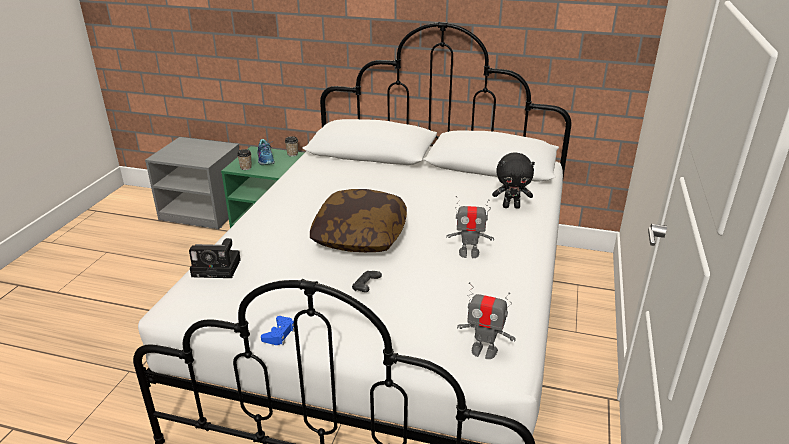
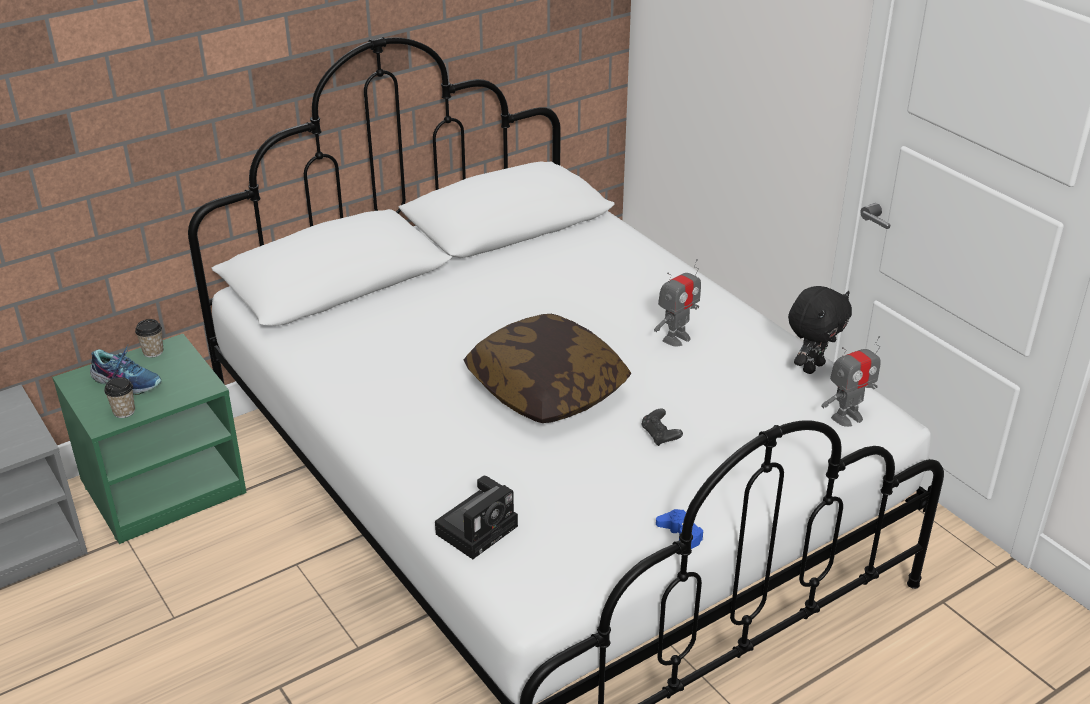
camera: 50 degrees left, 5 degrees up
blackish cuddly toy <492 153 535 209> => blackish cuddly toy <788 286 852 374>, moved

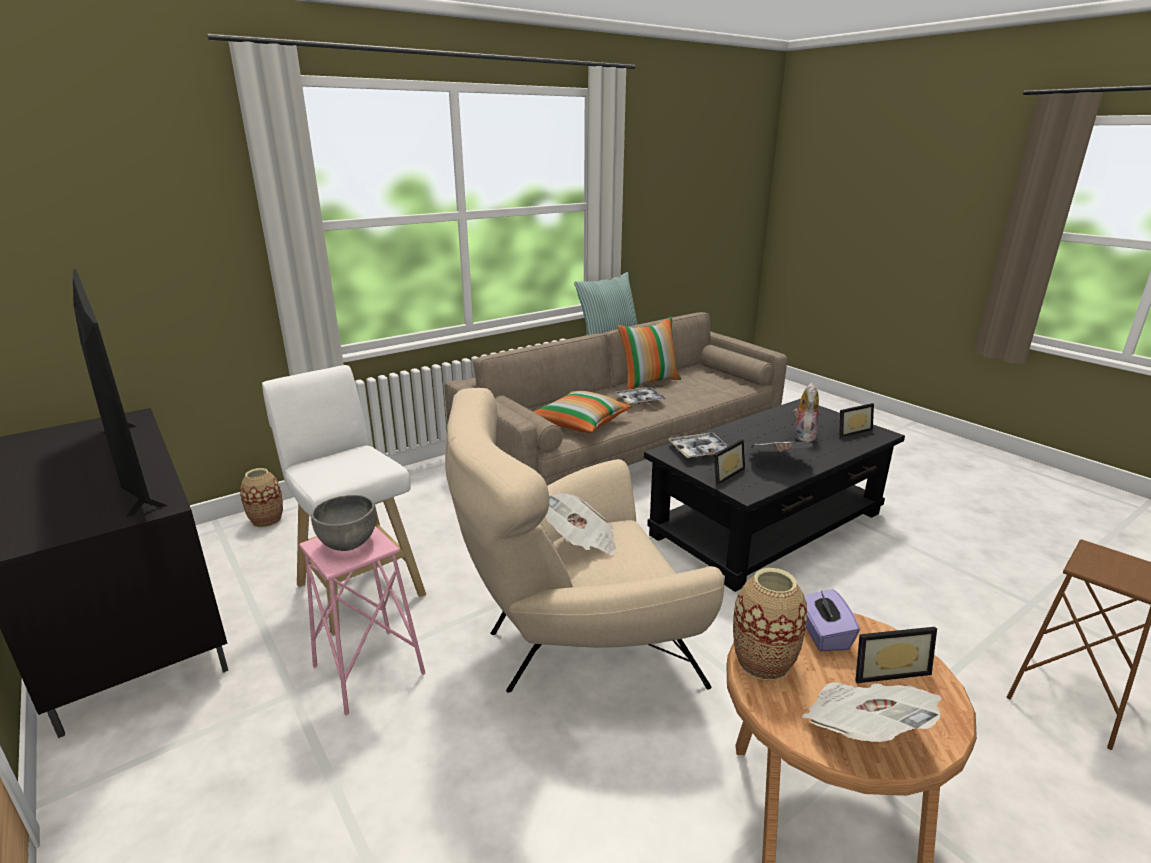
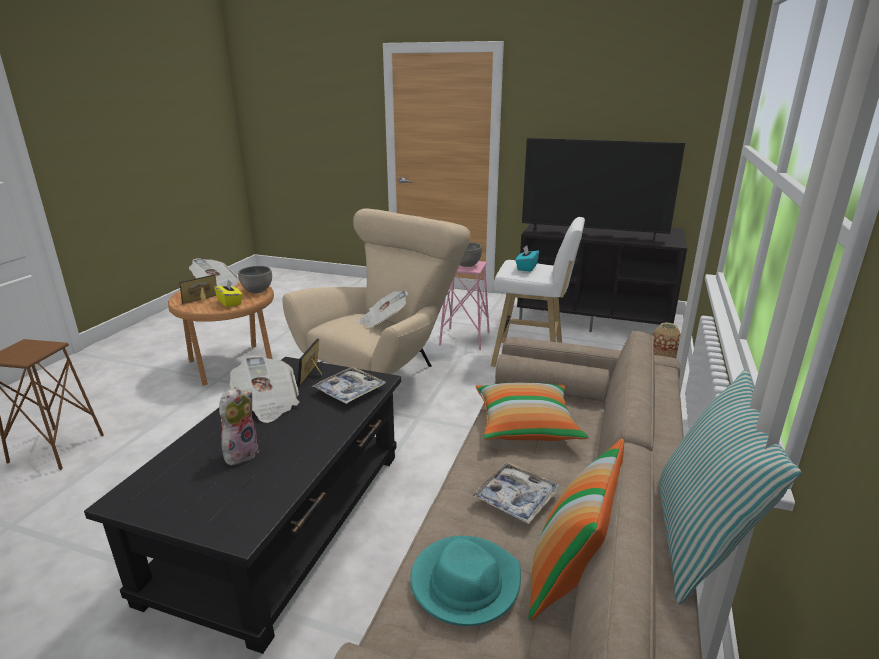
camera: 145 degrees right, 0 degrees up
decorative vase <733 568 807 681> => greyish deep dish <238 266 272 293>
cuddly toy <793 383 819 443> => cuddly toy <219 387 259 465>, 135 degrees counterclockwise
purple box of tissues <804 589 860 651> => yellow box of tissues <214 280 242 308>
picture frame <839 403 874 438> => nothing
nothing => blue-green wearable hat <410 536 521 626>
nothing => blue-green box of tissues <516 245 539 272>

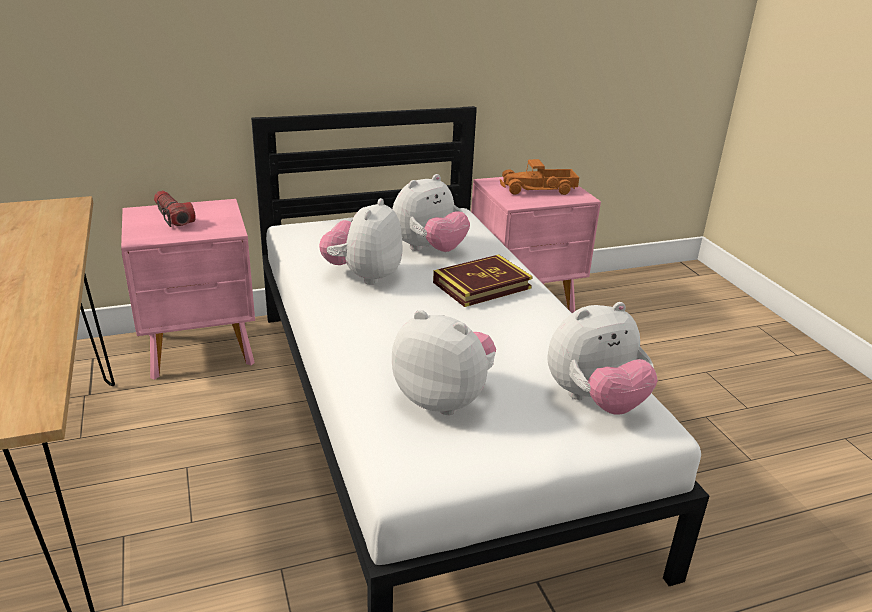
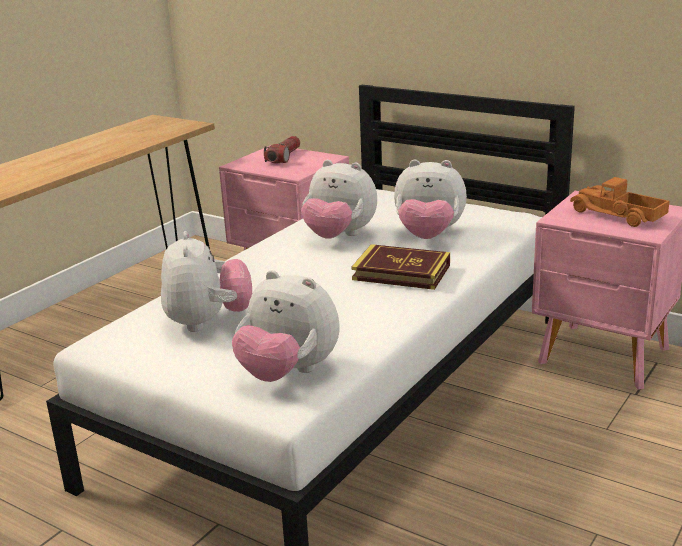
camera: 55 degrees right, 5 degrees down
cuddly toy <319 198 402 285> => cuddly toy <301 160 377 239>, 135 degrees counterclockwise

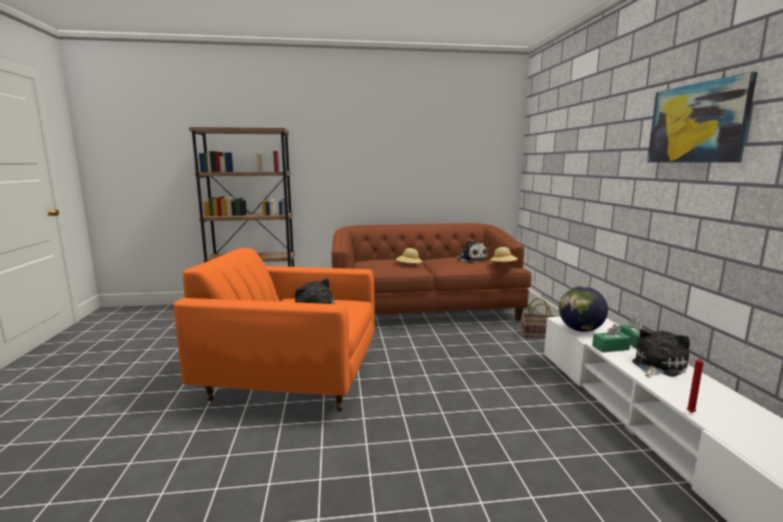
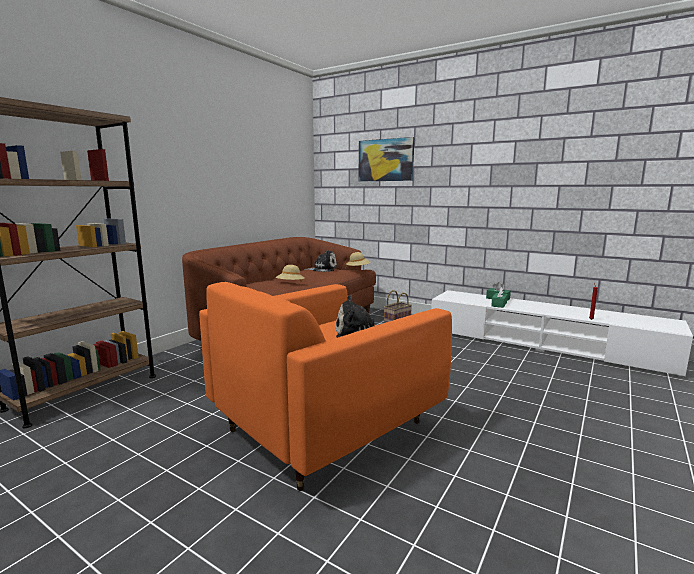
camera: 50 degrees left, 0 degrees up
desk globe <559 286 608 332> => nothing
cuddly toy <632 329 690 378> => nothing
wall picture <647 72 757 162> => wall picture <358 137 414 181>, moved

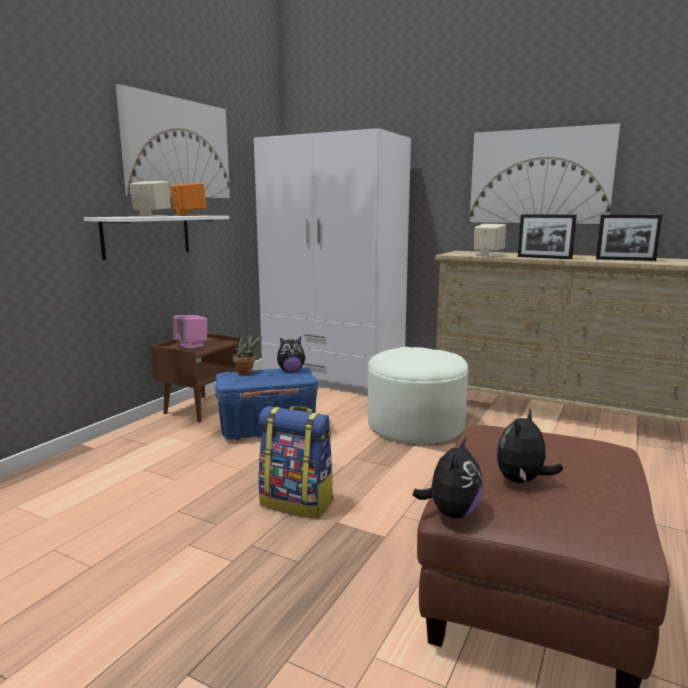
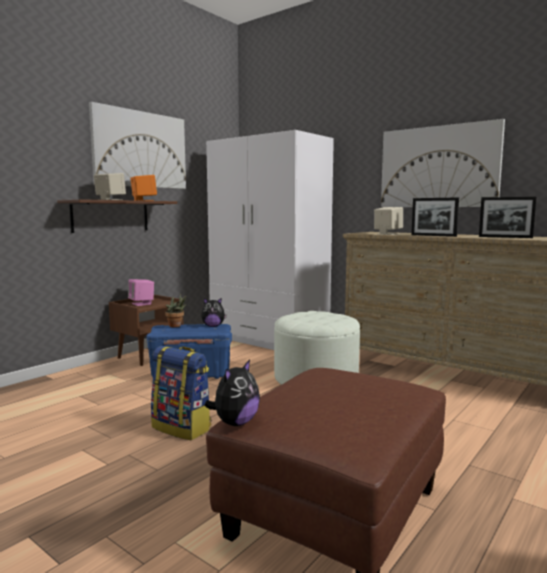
camera: 10 degrees right, 5 degrees down
white shelf <84 216 229 260> => brownish shelf <57 199 177 233>
cuddly toy <496 409 563 483> => nothing

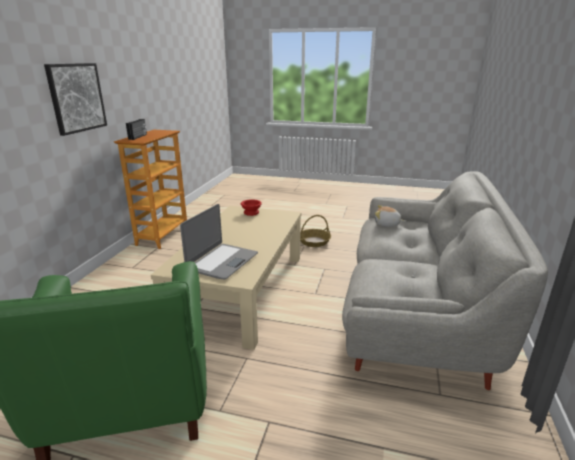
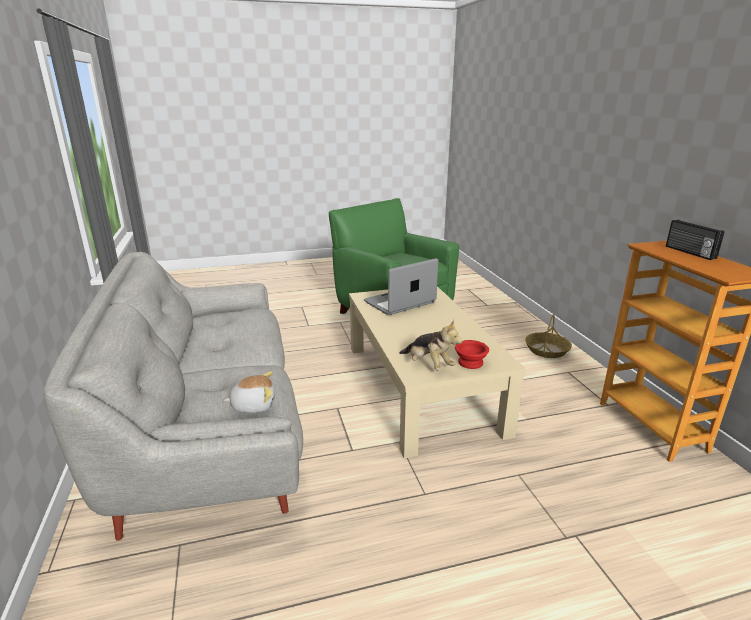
camera: 150 degrees right, 0 degrees up
wall picture <44 63 107 136> => nothing
notebook computer <180 204 258 279> => notebook computer <364 258 438 315>, 60 degrees clockwise
household basket <300 215 331 247> => household basket <525 314 572 358>, moved
nothing => cuddly toy <399 320 463 371>

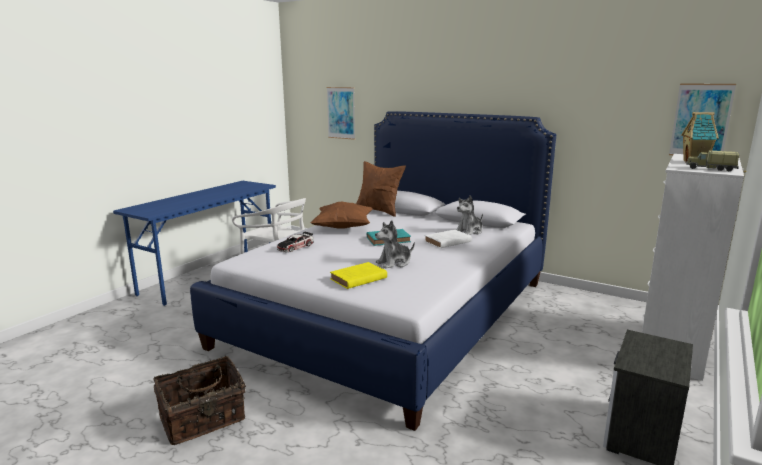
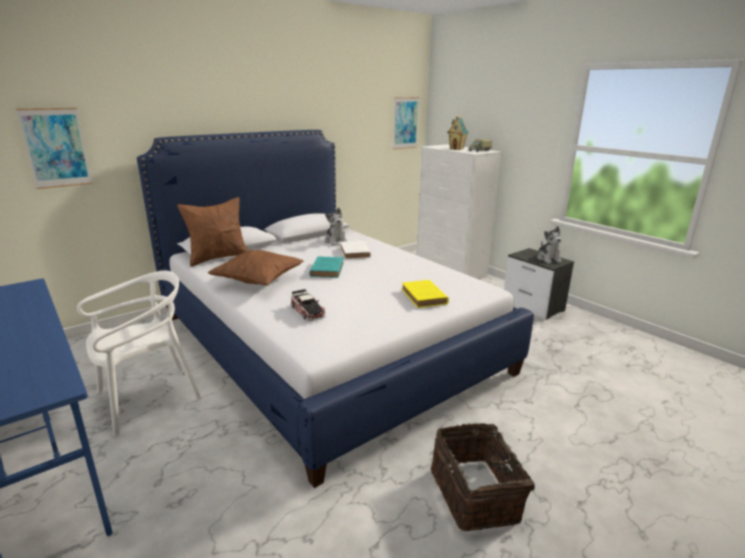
camera: 70 degrees left, 5 degrees up
cuddly toy <375 220 415 269> => cuddly toy <537 226 562 264>, moved

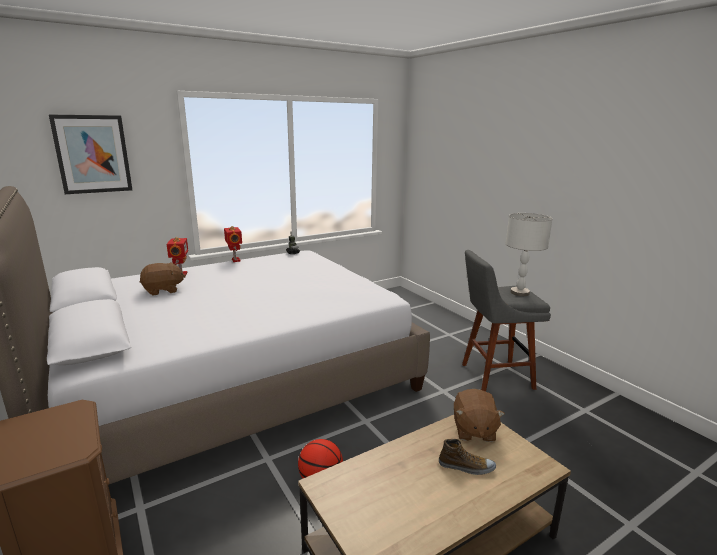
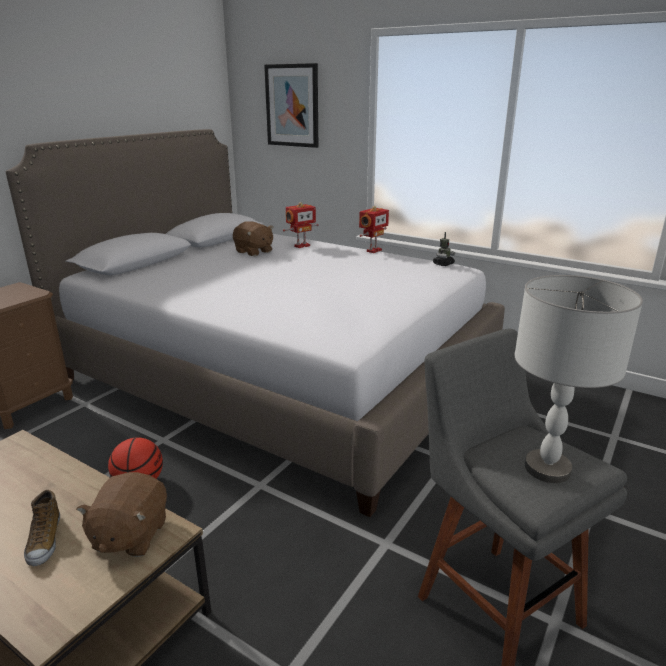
camera: 65 degrees right, 5 degrees up
brownish cuddly toy <454 389 505 442> => brownish cuddly toy <76 472 167 557>, 60 degrees counterclockwise

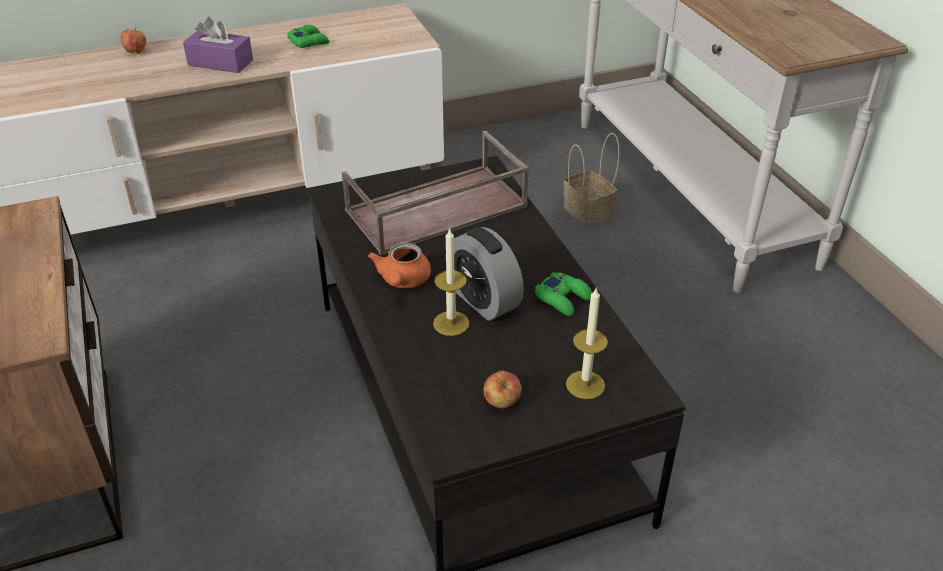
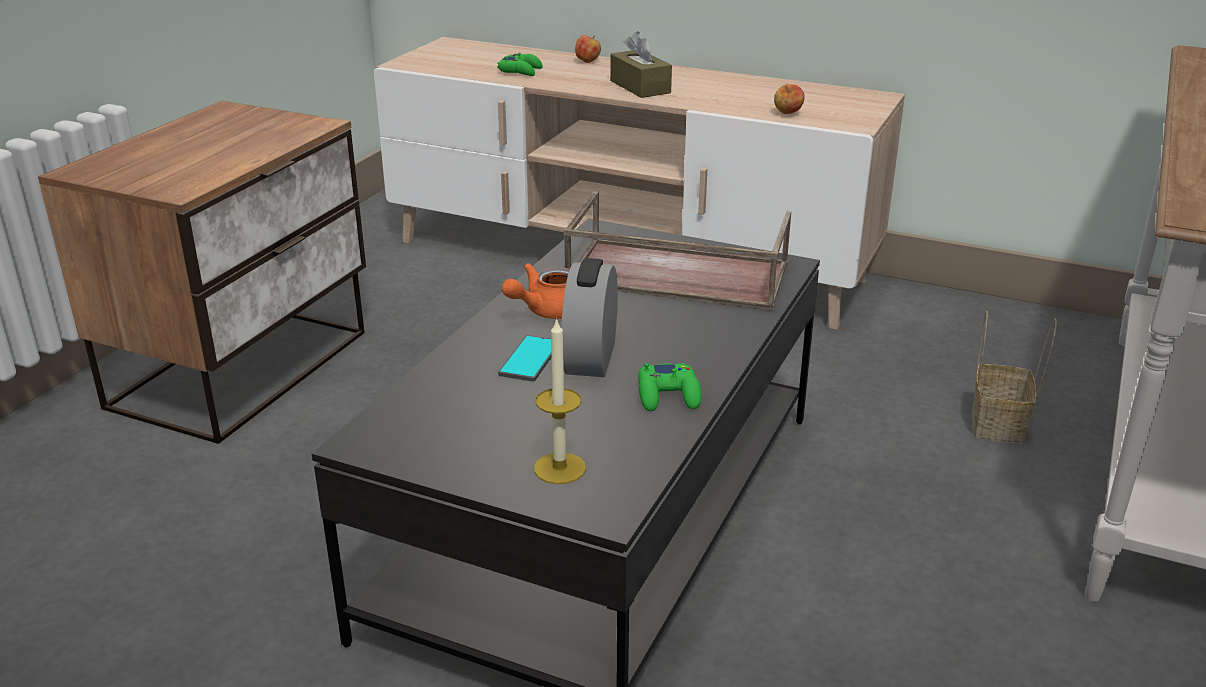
camera: 45 degrees right, 10 degrees down
purple box of tissues <183 16 253 73> => brownish box of tissues <610 31 672 98>
green game controller <287 25 330 48> => green game controller <497 53 543 76>, moved
wax candle <433 227 469 336> => phone <498 335 552 382>
whole apple <484 371 522 408> => whole apple <774 84 805 114>, moved

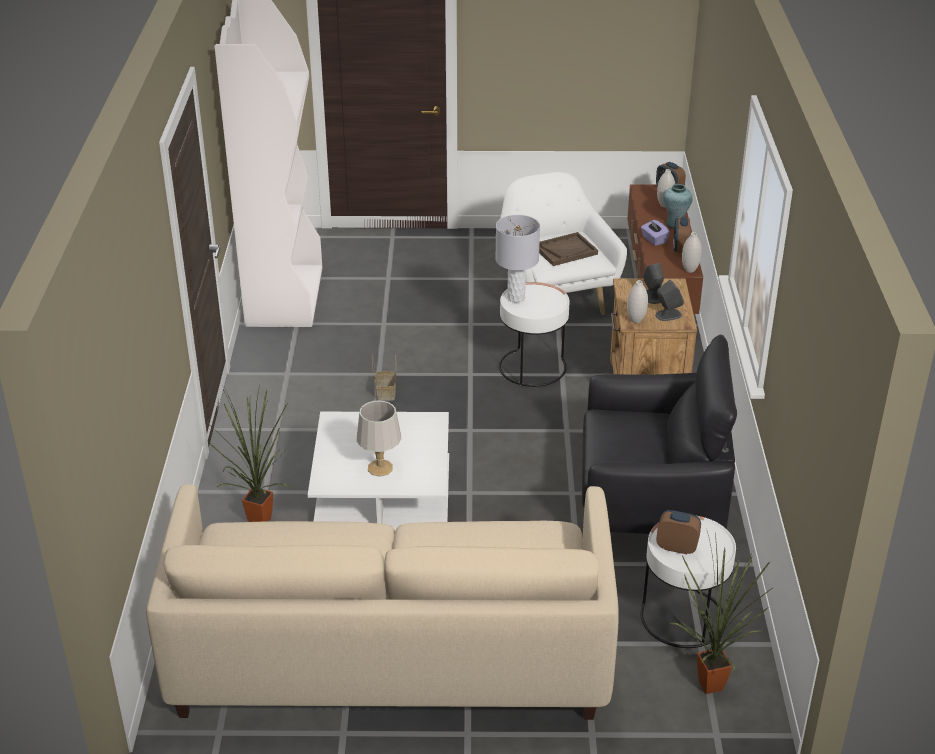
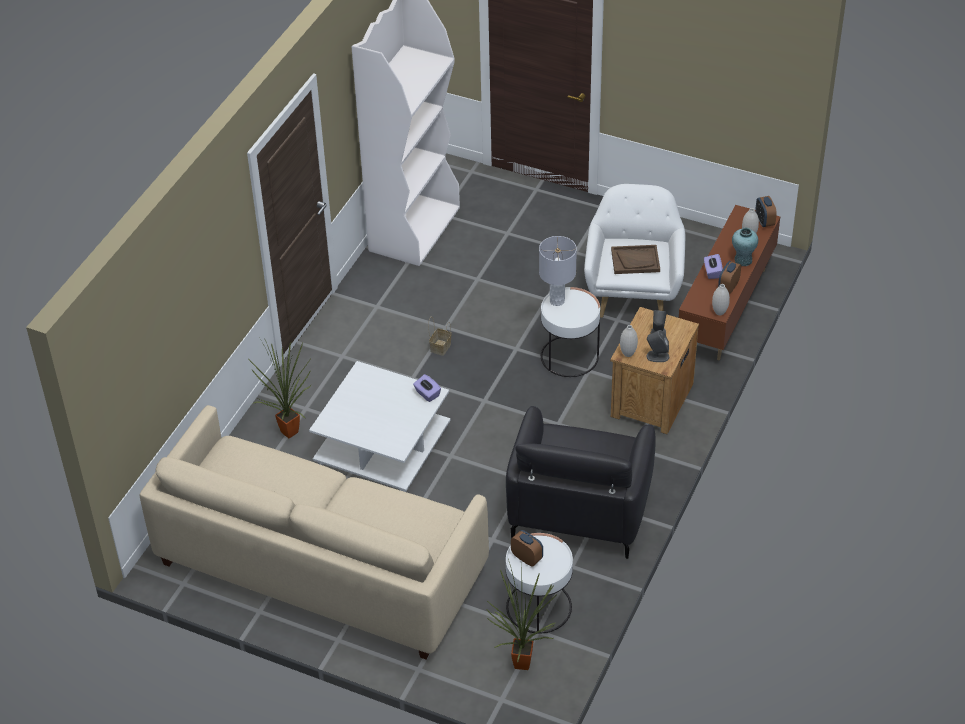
camera: 25 degrees right, 10 degrees up
greyish tabletop lamp <357 400 401 477> => nothing
blackish lounge chair <582 335 737 534> => blackish lounge chair <506 406 656 559>, 75 degrees clockwise
nothing => purple box of tissues <413 374 441 402>

